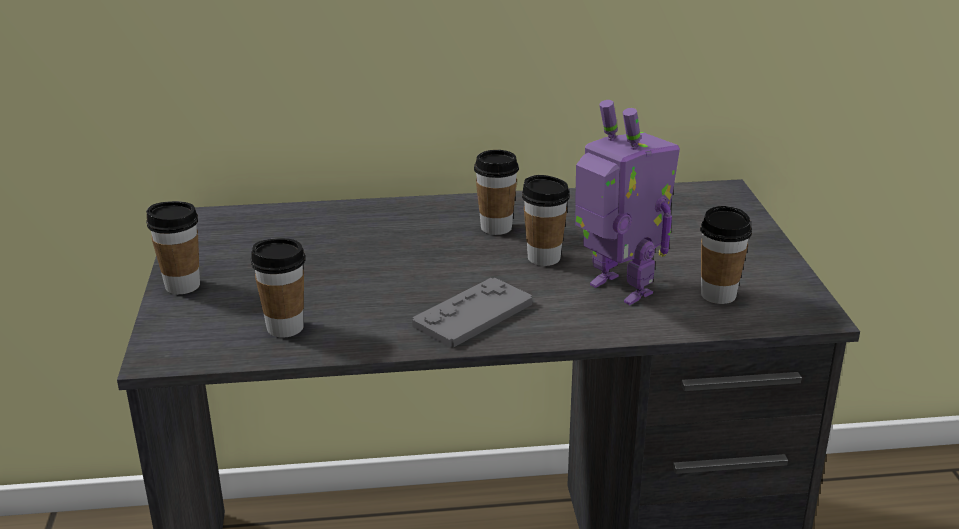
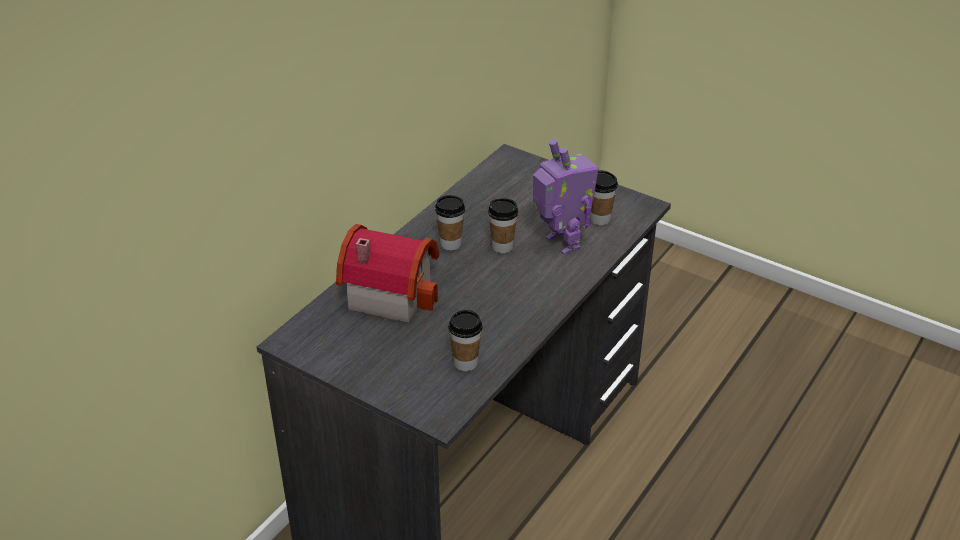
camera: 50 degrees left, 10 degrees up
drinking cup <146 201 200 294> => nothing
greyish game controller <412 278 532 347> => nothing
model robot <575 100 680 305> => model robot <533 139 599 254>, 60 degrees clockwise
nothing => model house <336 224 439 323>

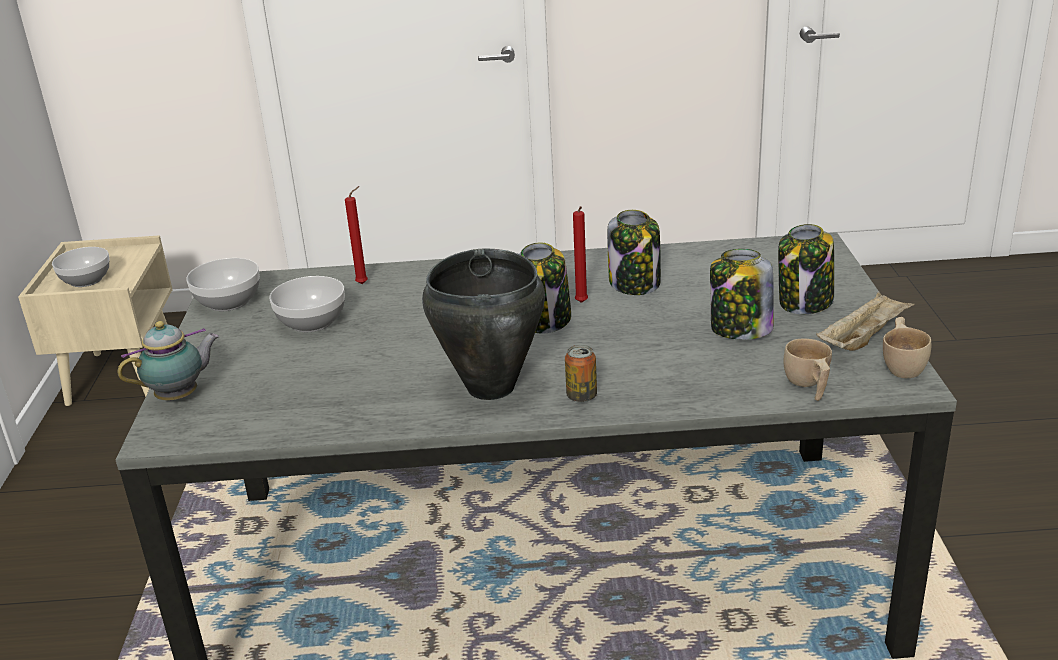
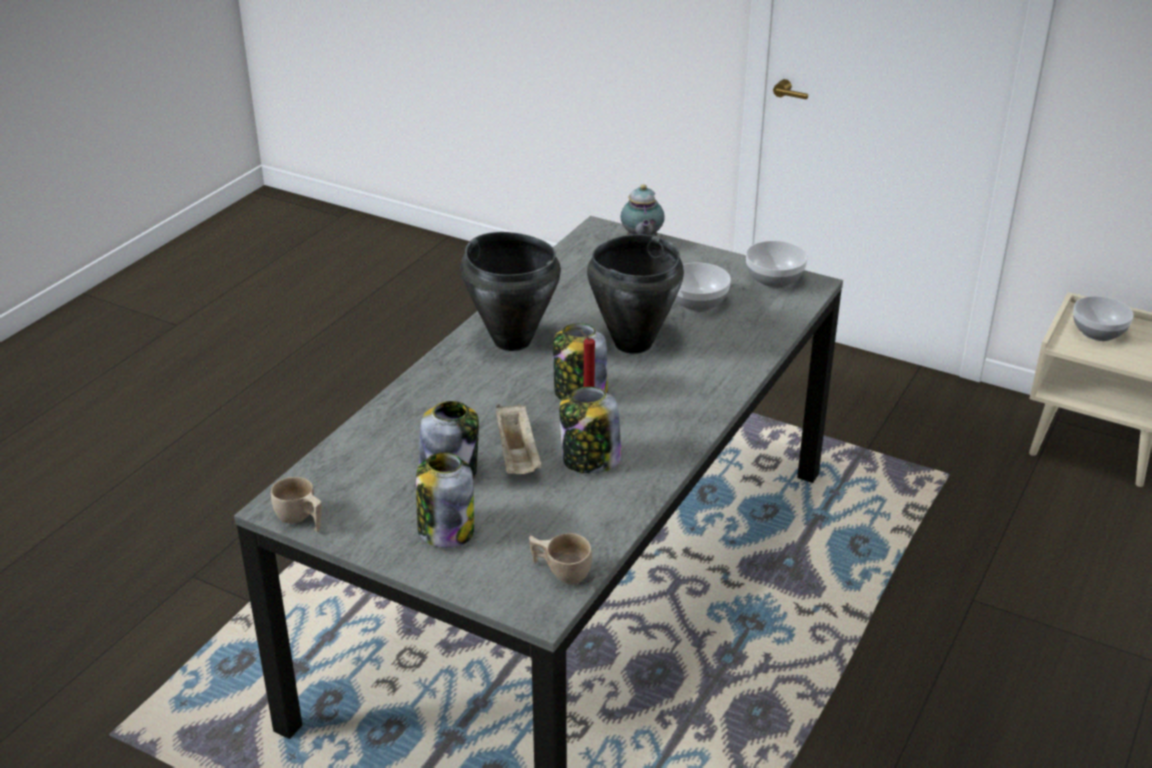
camera: 120 degrees right, 5 degrees up
reddish wax candle <345 186 368 284> => nothing
metal can <565 344 597 403> => nothing
sand-coloured drinking cup <784 339 832 401> => sand-coloured drinking cup <529 533 592 584>, moved
sand-coloured tray <816 292 915 351> => sand-coloured tray <496 404 542 474>, moved
nothing => blackish stockpot <587 234 684 354>

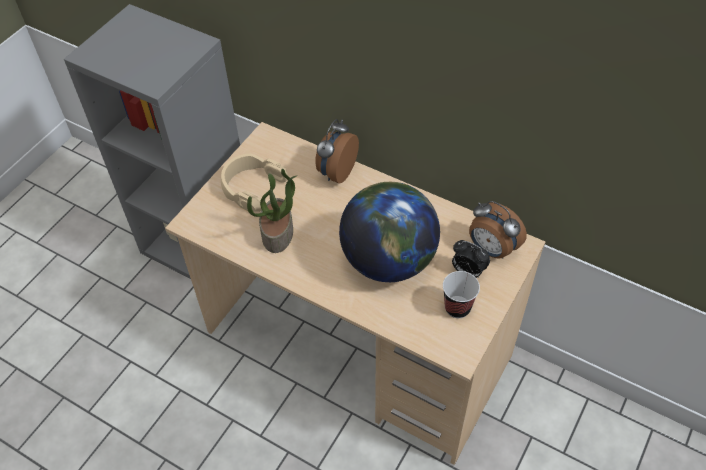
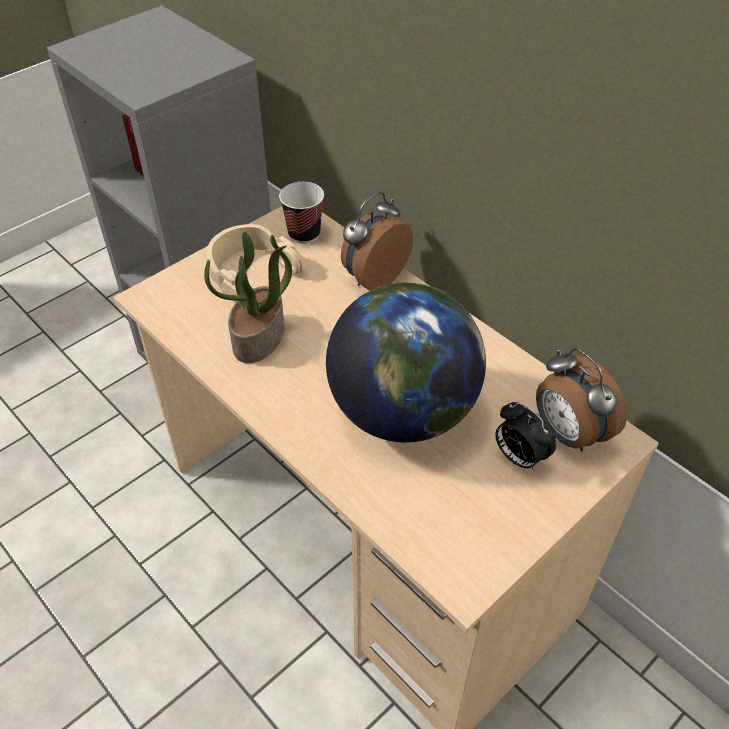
camera: 15 degrees right, 5 degrees down
drinking cup <443 271 480 318> => drinking cup <279 182 324 244>, moved

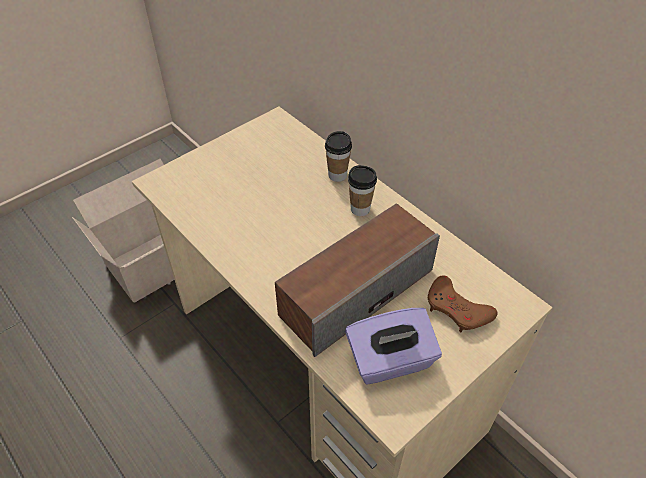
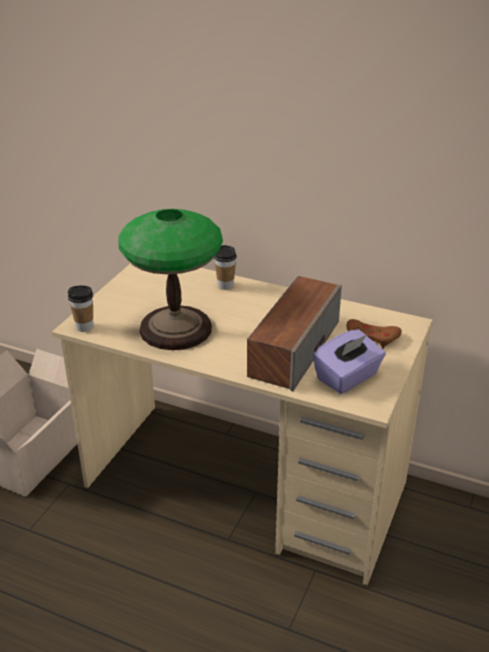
camera: 25 degrees left, 15 degrees down
drinking cup <348 165 377 216> => drinking cup <68 285 94 332>, moved
nothing => tabletop lamp <118 209 223 350>

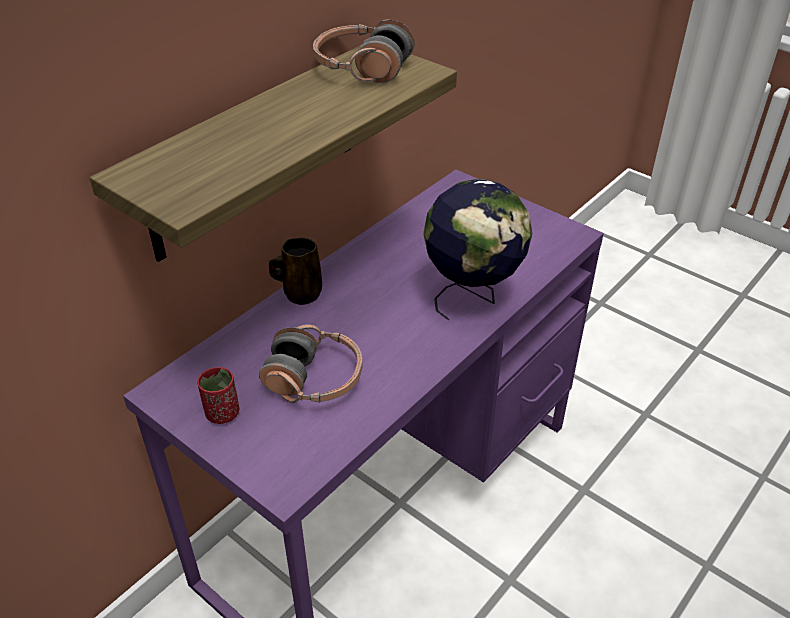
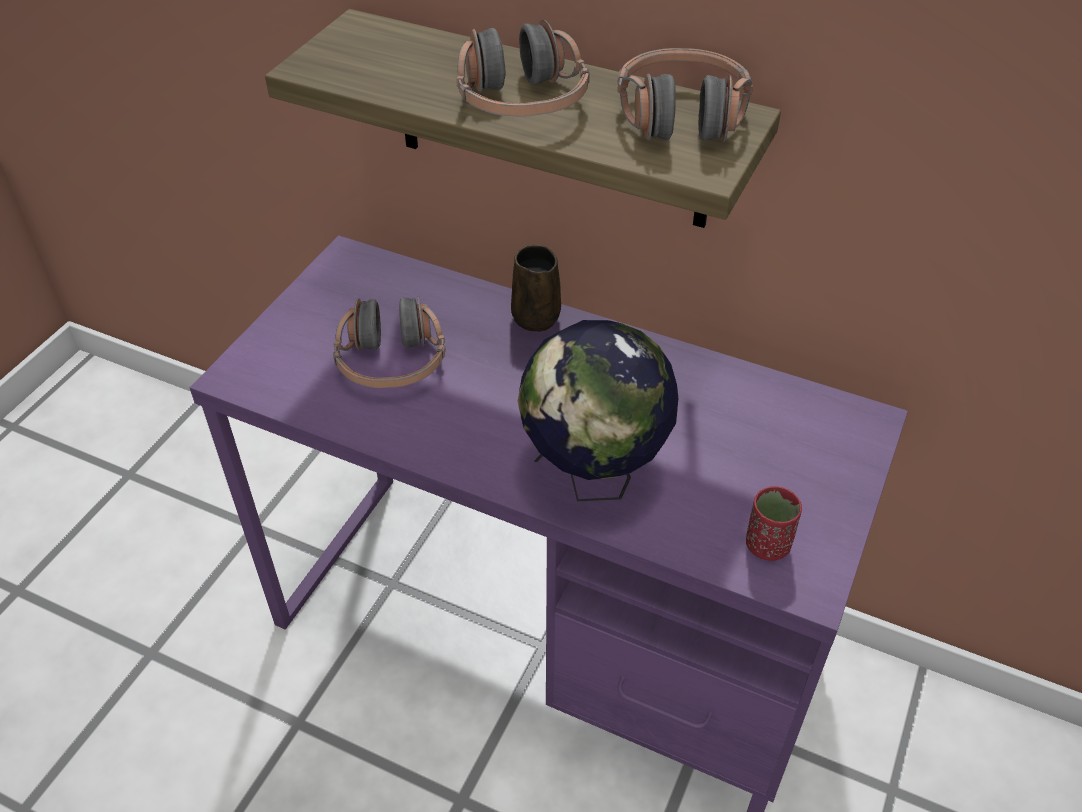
camera: 75 degrees right, 5 degrees up
reddish drinking cup <198 367 239 424> => reddish drinking cup <746 486 802 561>, moved
nothing => headset <457 20 590 117>

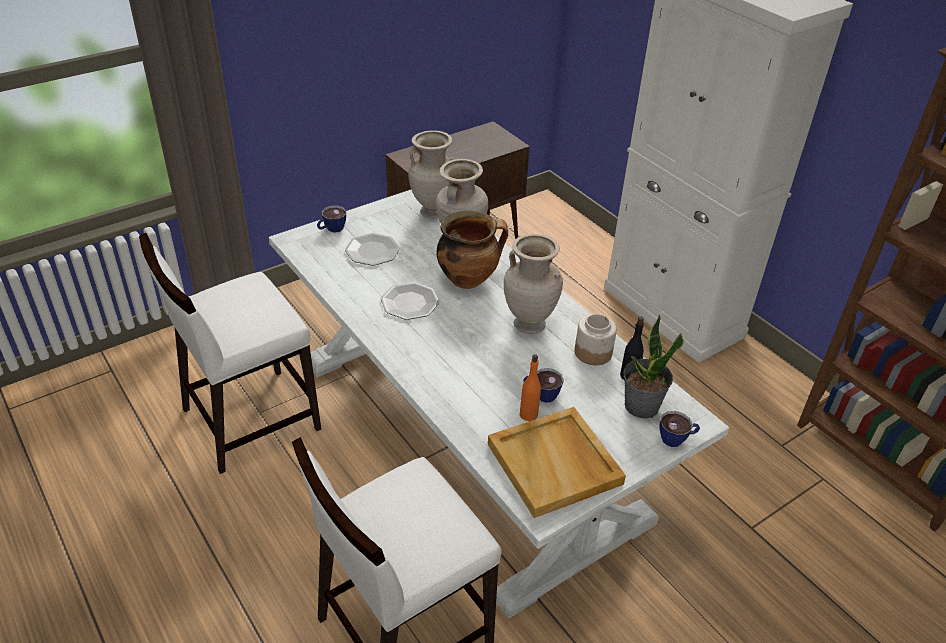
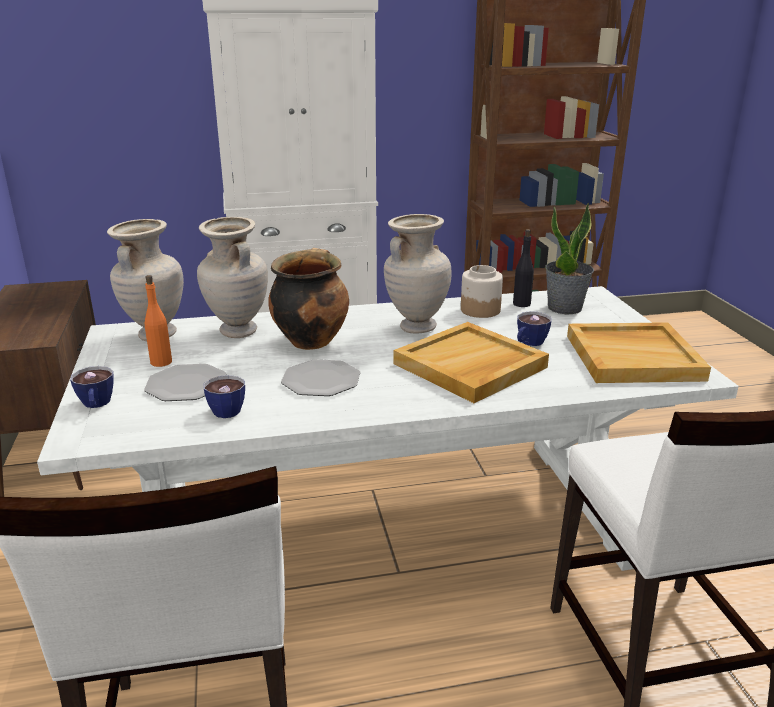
camera: 65 degrees left, 15 degrees down
orange-coloured beverage bottle <520 354 541 421> => orange-coloured beverage bottle <145 275 172 367>, moved
drinking cup <660 411 700 447> => drinking cup <203 375 245 418>, moved
nothing => sand-coloured tray <394 322 549 403>

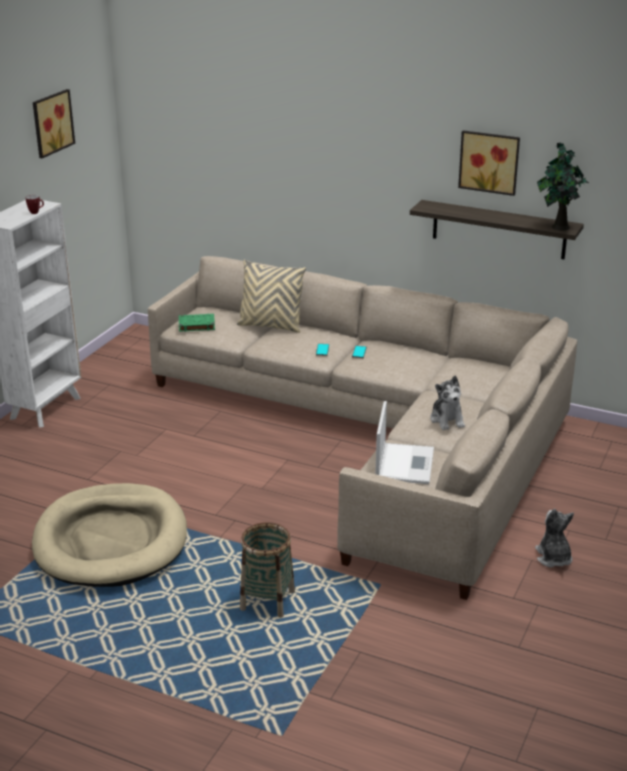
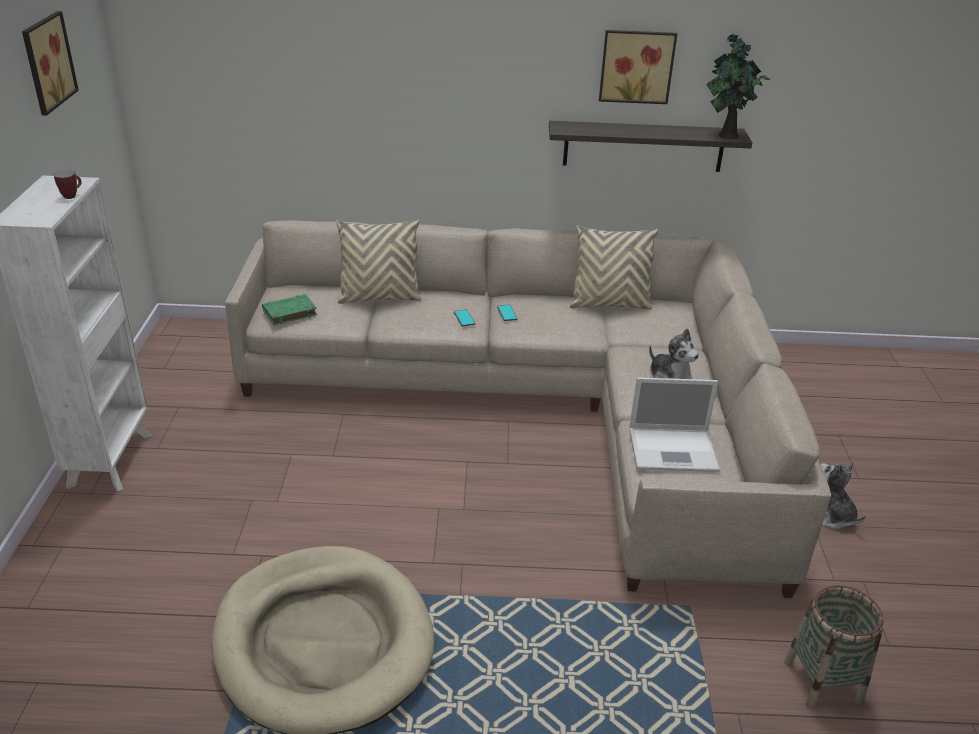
camera: 25 degrees left, 5 degrees up
household basket <240 522 295 618> => household basket <784 585 884 709>, moved
notebook computer <375 401 434 484> => notebook computer <630 377 720 472>, 105 degrees clockwise
nothing => sand-coloured throw pillow <570 225 658 310>

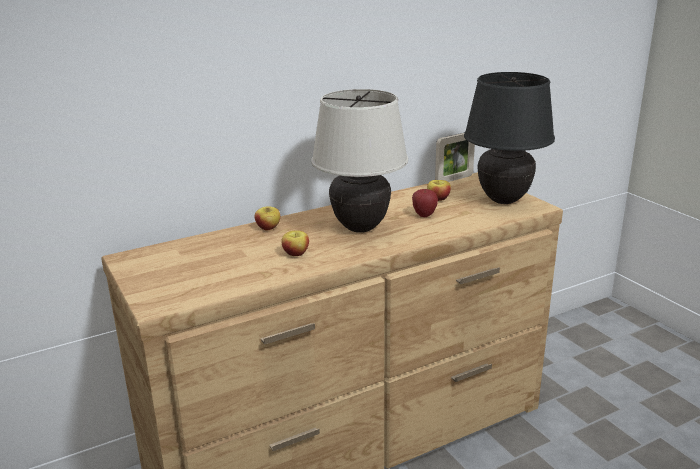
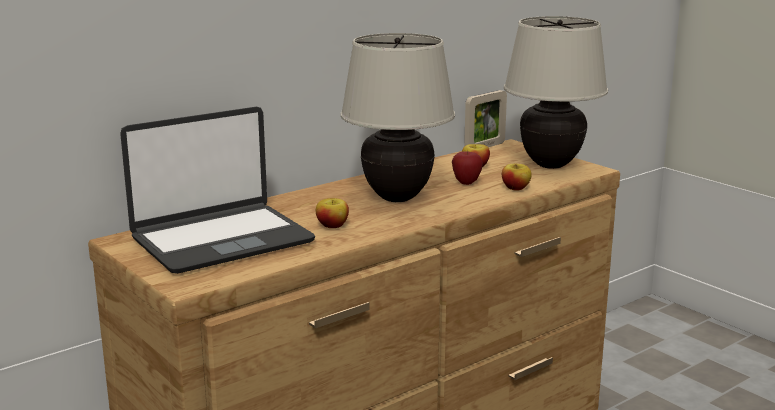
camera: 10 degrees left, 5 degrees down
whole apple <255 207 280 230> => whole apple <502 164 532 191>, moved
blackish tabletop lamp <464 72 555 204> => sand-coloured tabletop lamp <504 16 608 169>
nothing => notebook computer <120 107 315 274>

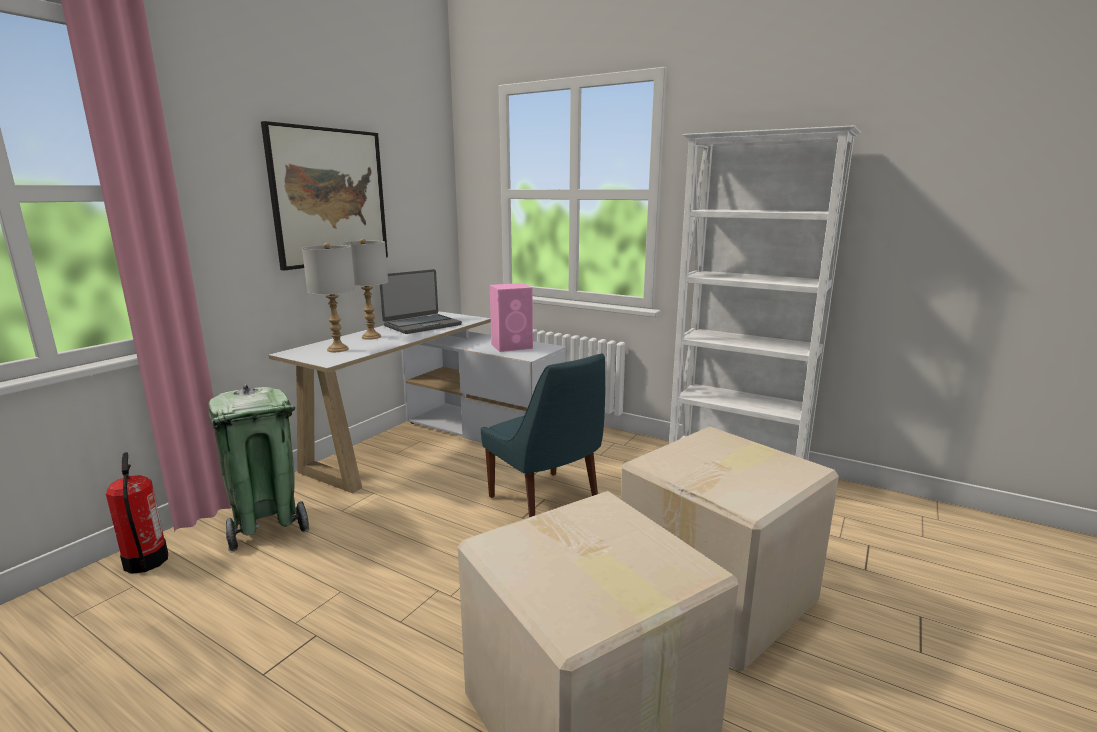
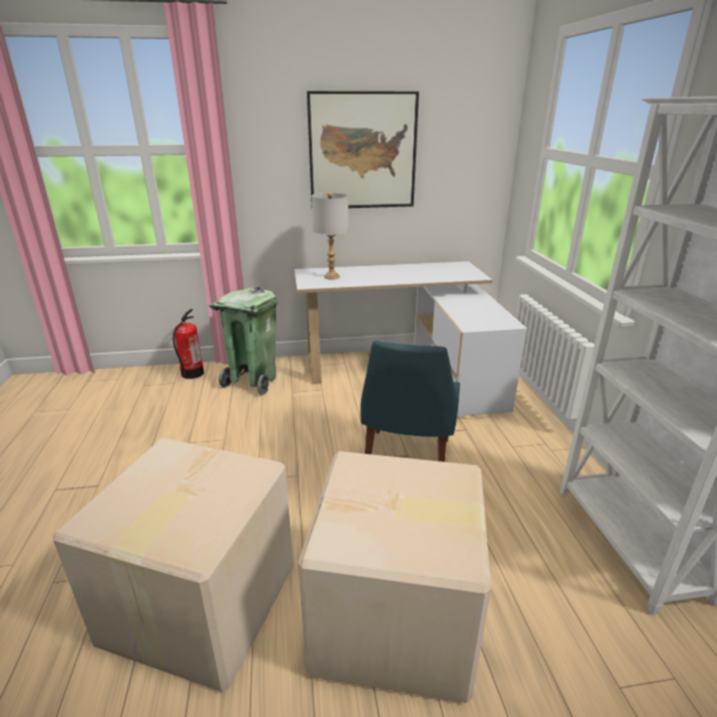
camera: 50 degrees right, 10 degrees up
greyish tabletop lamp <341 238 388 340> => nothing
notebook computer <380 269 462 334> => nothing
pink-coloured speaker <490 283 533 352> => nothing

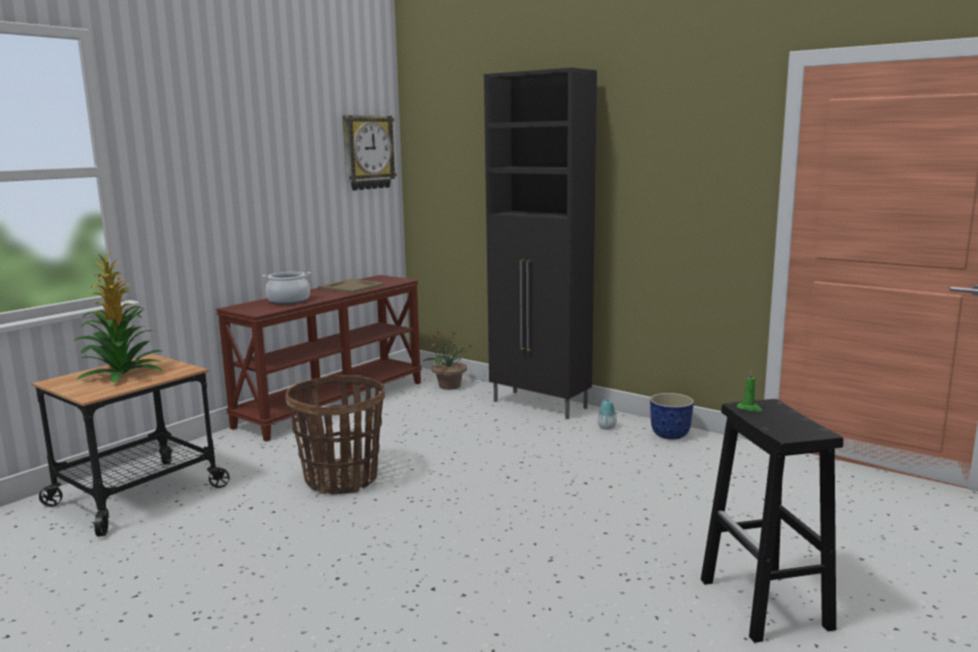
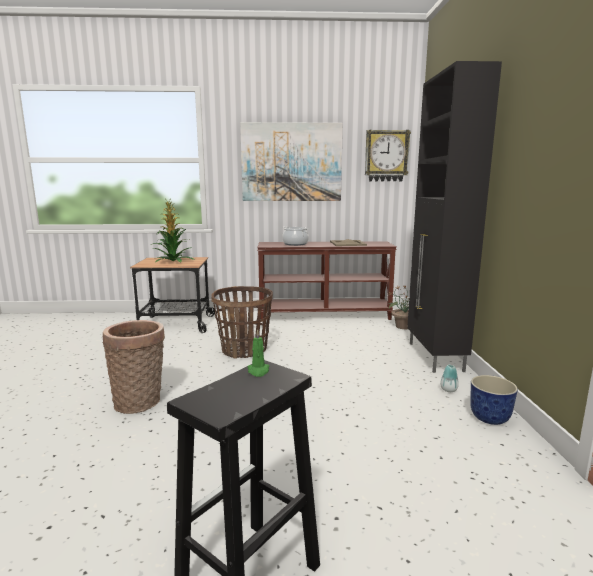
camera: 50 degrees right, 0 degrees up
nothing => household basket <103 320 165 414>
nothing => wall picture <240 122 343 201>

